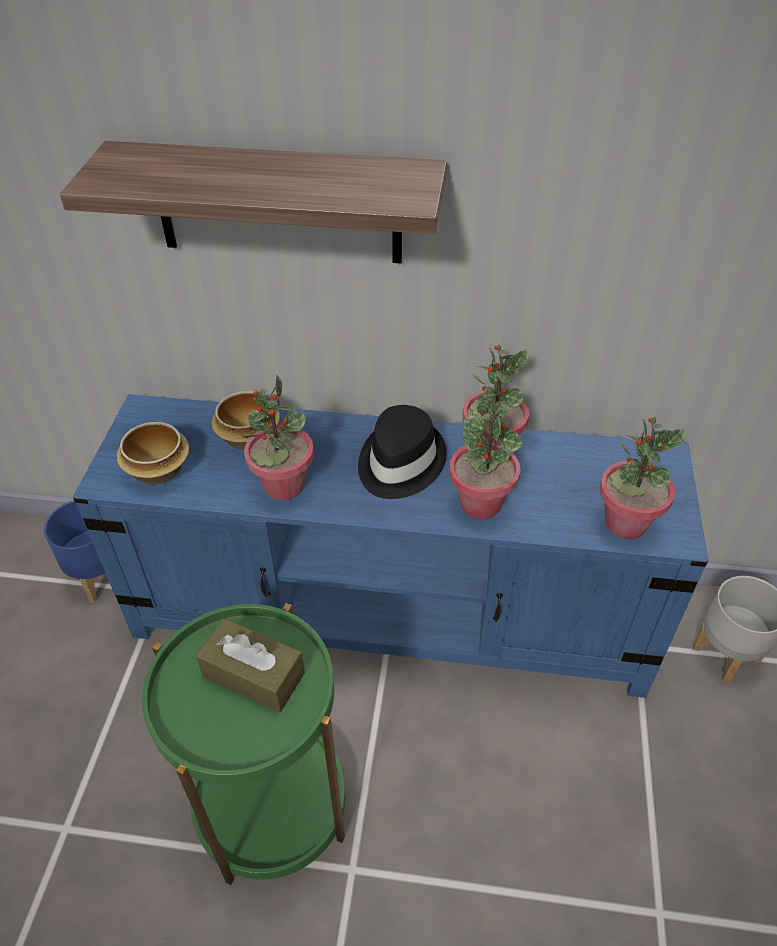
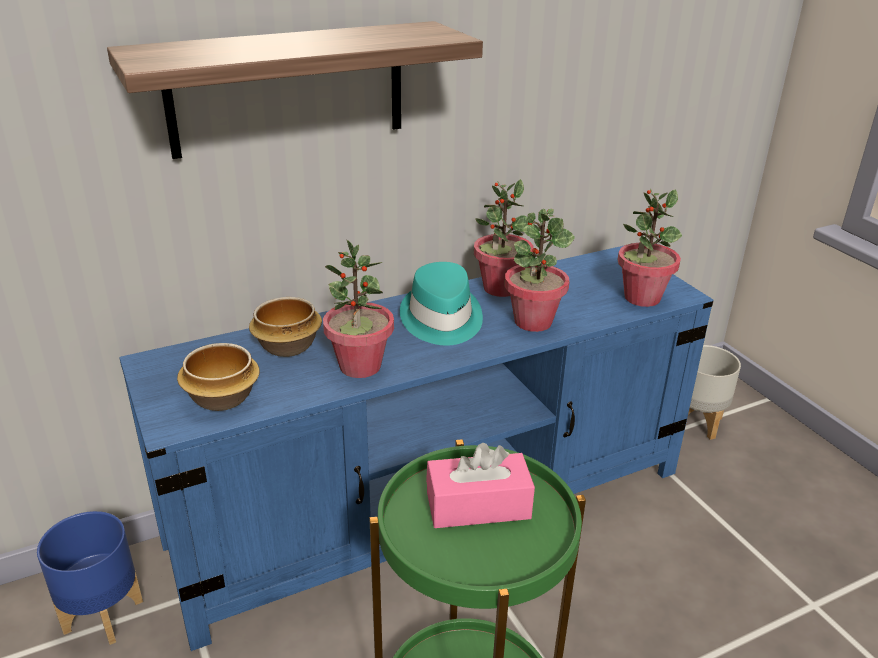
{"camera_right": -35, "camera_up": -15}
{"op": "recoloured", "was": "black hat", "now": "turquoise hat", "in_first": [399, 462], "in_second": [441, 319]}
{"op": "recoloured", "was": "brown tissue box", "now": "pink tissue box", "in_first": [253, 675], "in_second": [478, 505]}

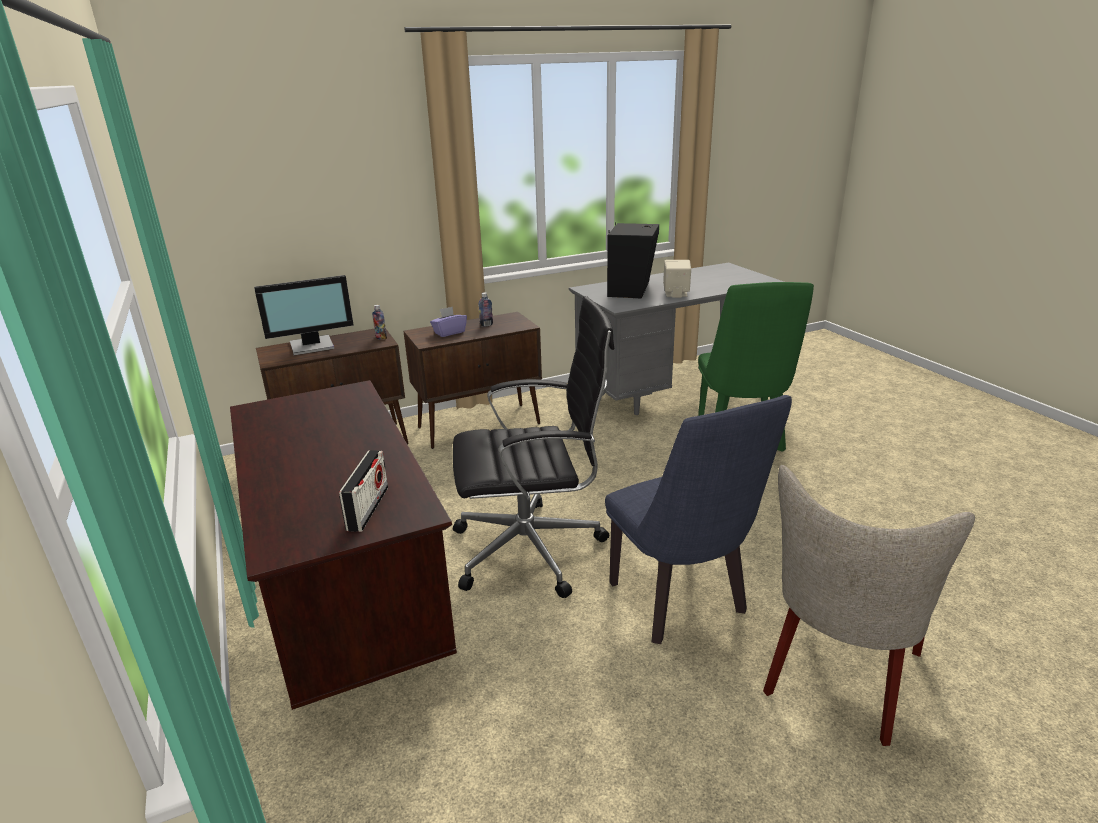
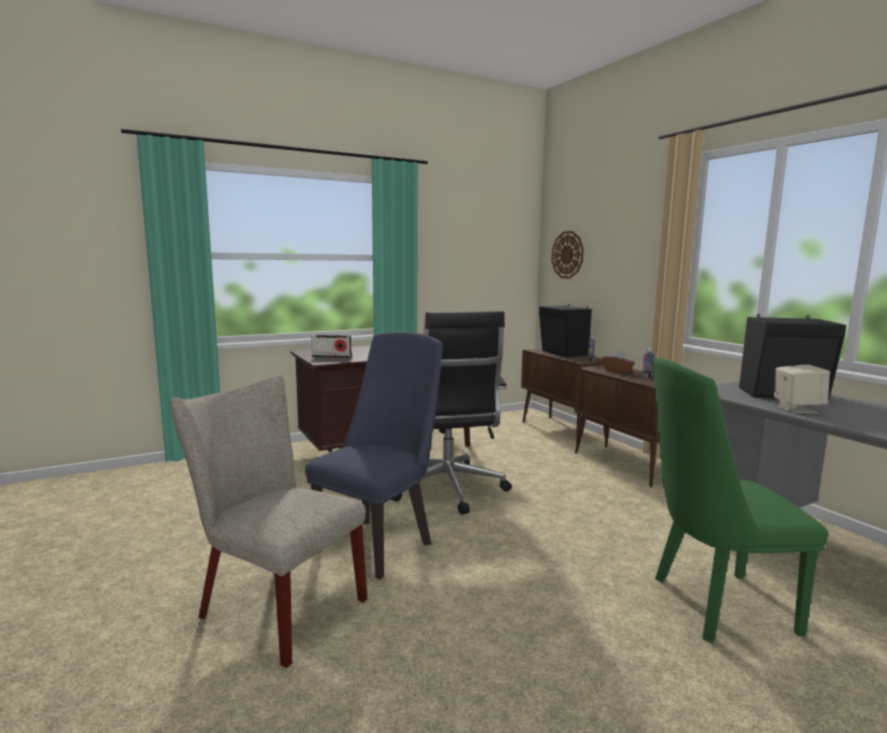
{"camera_right": 85, "camera_up": -15}
{"op": "replaced", "was": "monitor", "now": "black speaker", "in_first": [313, 346], "in_second": [563, 353]}
{"op": "recoloured", "was": "purple tissue box", "now": "brown tissue box", "in_first": [449, 332], "in_second": [617, 371]}
{"op": "turned", "was": "blue chair", "in_first": [682, 605], "in_second": [379, 543], "clockwise": 150}
{"op": "added", "now": "wall clock", "in_second": [567, 255]}

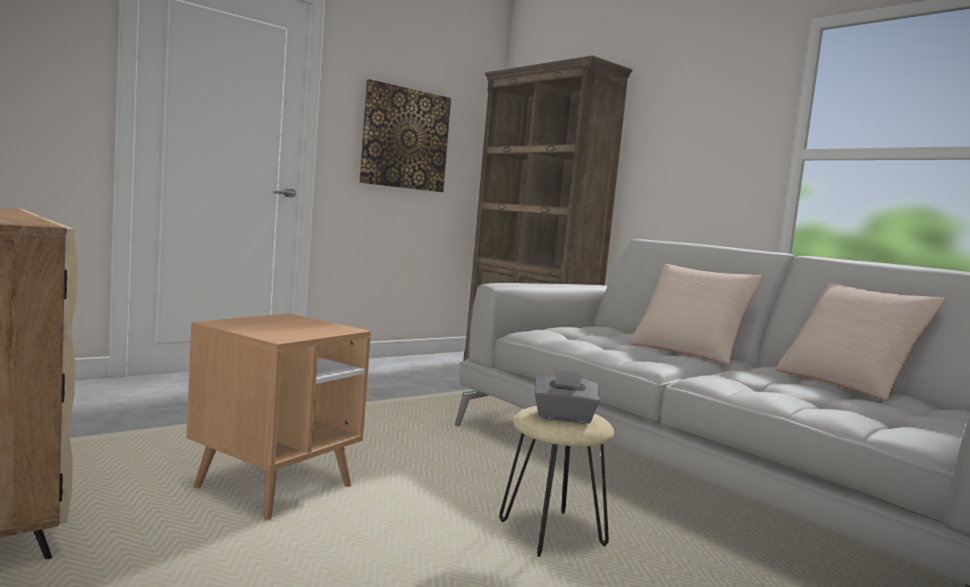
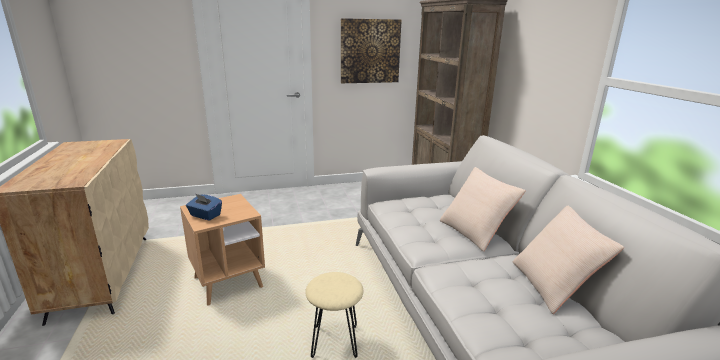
{"camera_right": 25, "camera_up": 15}
{"op": "removed", "was": "grey tissue box", "in_first": [564, 417]}
{"op": "added", "now": "blue tissue box", "in_second": [205, 215]}

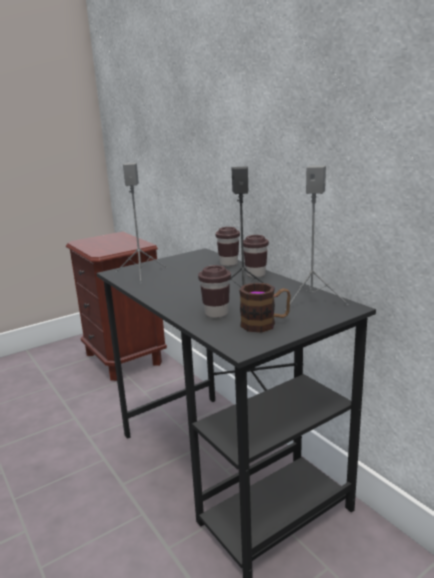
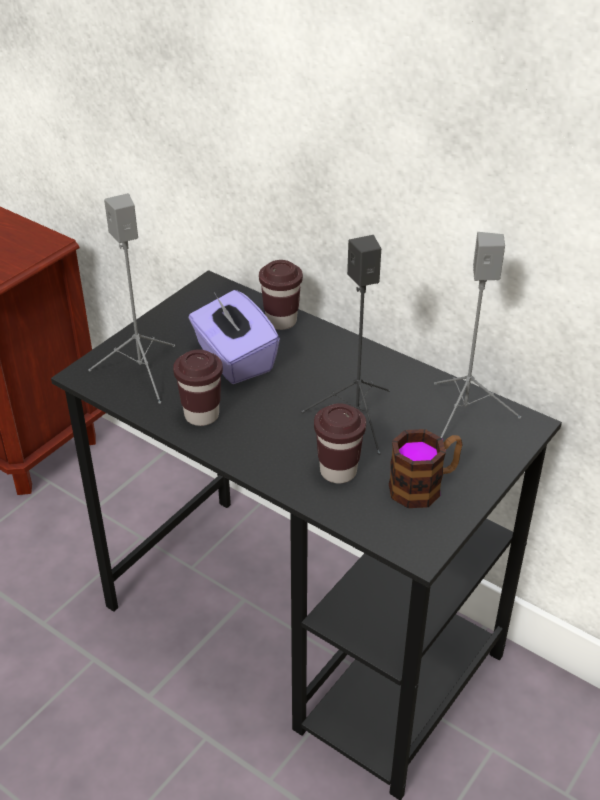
{"camera_right": -20, "camera_up": 20}
{"op": "moved", "was": "brown cup", "in_first": [255, 275], "in_second": [201, 415]}
{"op": "added", "now": "purple tissue box", "in_second": [234, 359]}

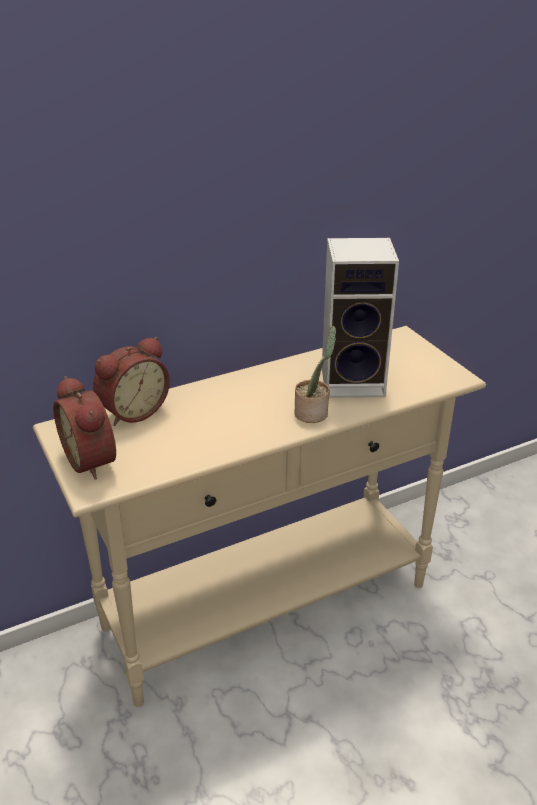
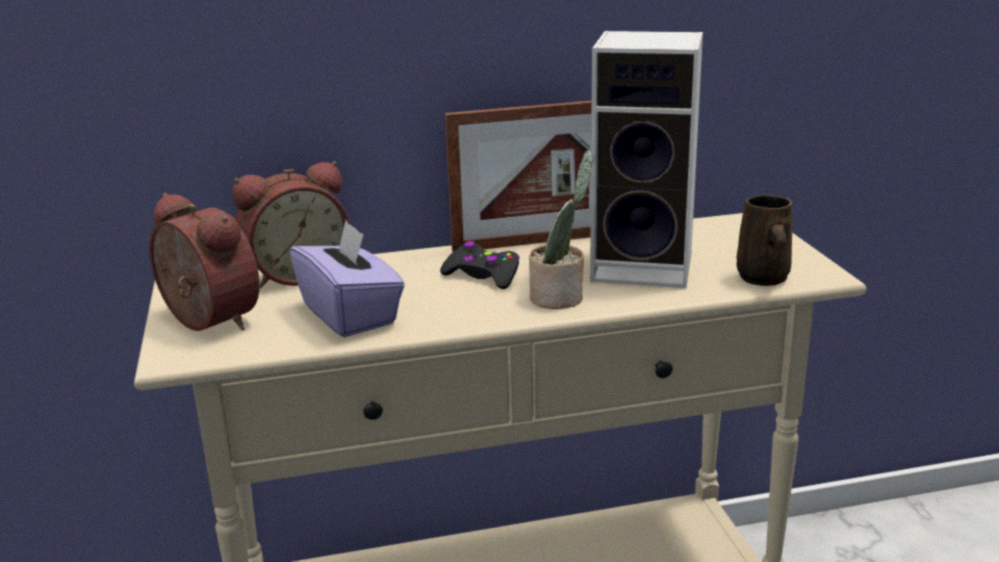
{"camera_right": 15, "camera_up": -10}
{"op": "turned", "was": "alarm clock", "in_first": [94, 460], "in_second": [205, 322], "clockwise": 150}
{"op": "added", "now": "picture frame", "in_second": [535, 242]}
{"op": "added", "now": "brown mug", "in_second": [763, 279]}
{"op": "added", "now": "purple tissue box", "in_second": [351, 314]}
{"op": "added", "now": "black game controller", "in_second": [483, 275]}

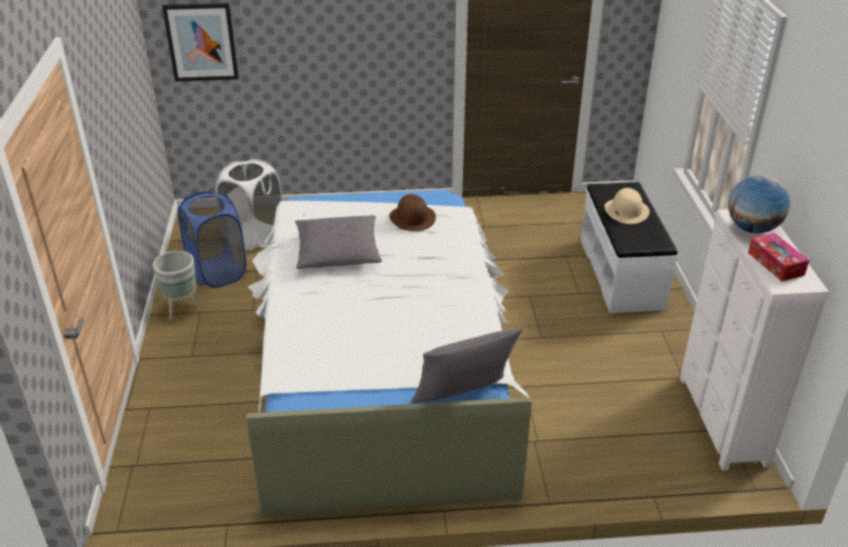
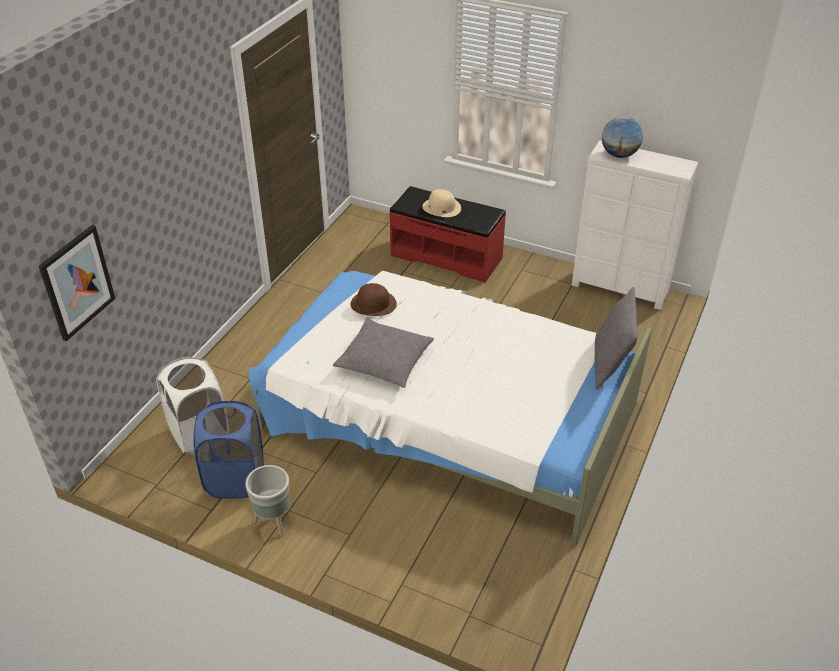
{"camera_right": -60, "camera_up": 5}
{"op": "recoloured", "was": "white bench", "now": "red bench", "in_first": [622, 273], "in_second": [446, 256]}
{"op": "removed", "was": "tissue box", "in_first": [775, 263]}

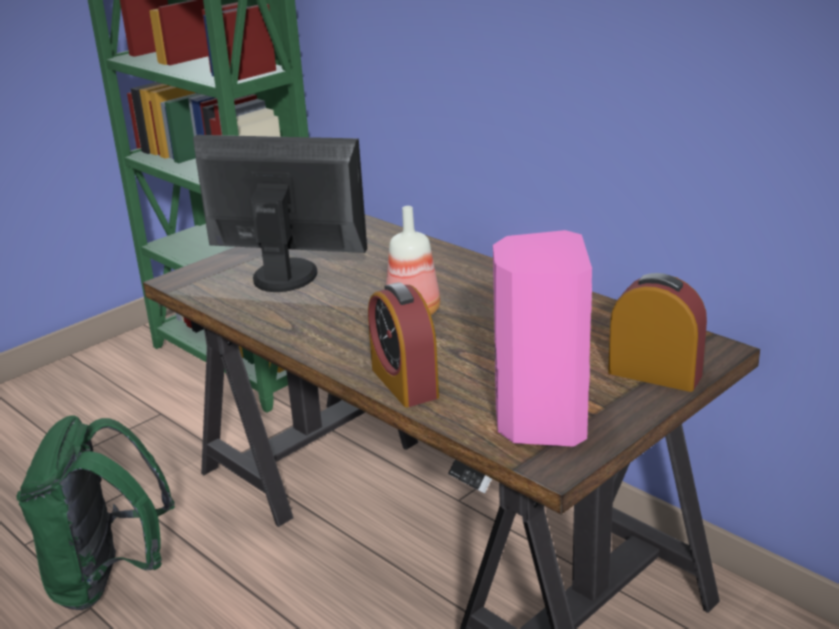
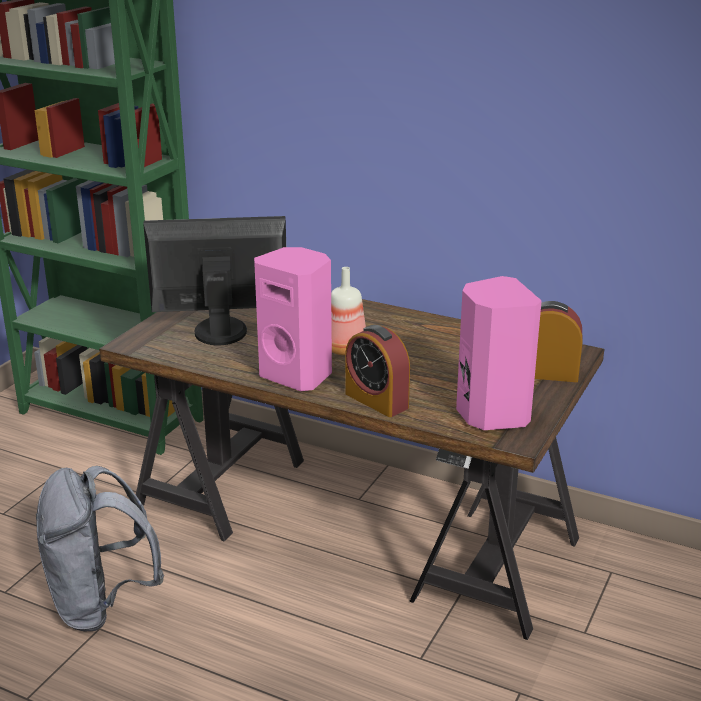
{"camera_right": -20, "camera_up": 0}
{"op": "recoloured", "was": "green backpack", "now": "grey backpack", "in_first": [108, 579], "in_second": [101, 604]}
{"op": "added", "now": "pink speaker", "in_second": [298, 375]}

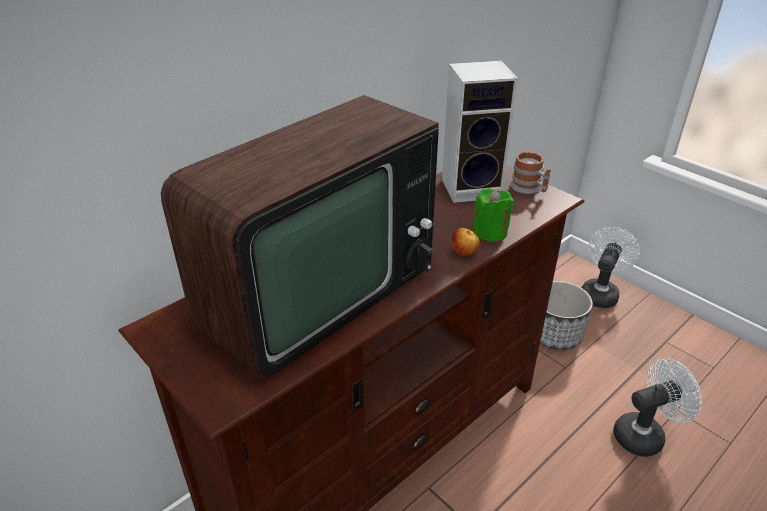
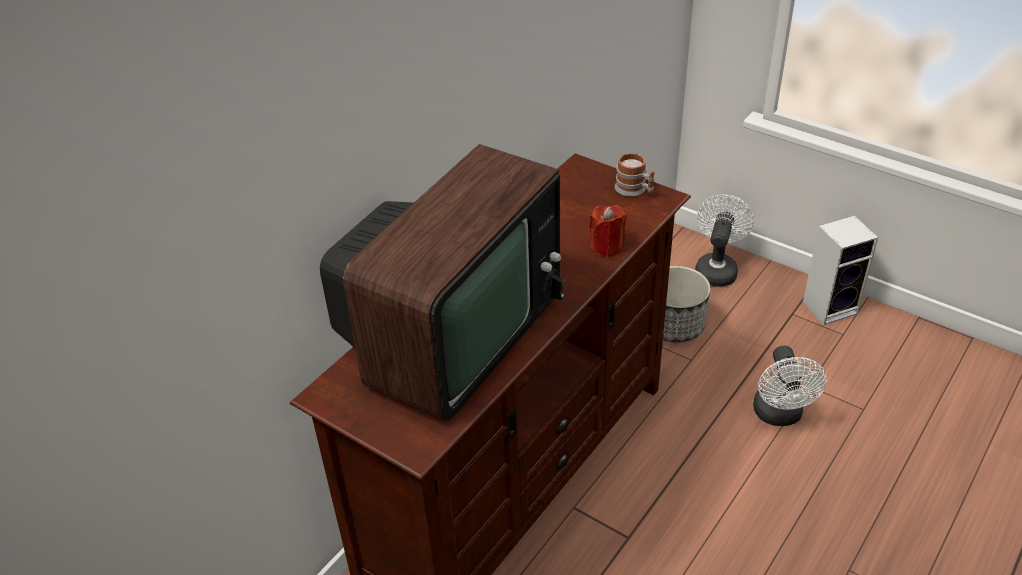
{"camera_right": -10, "camera_up": 5}
{"op": "moved", "was": "speaker", "in_first": [473, 187], "in_second": [831, 306]}
{"op": "recoloured", "was": "green candle", "now": "red candle", "in_first": [490, 232], "in_second": [607, 246]}
{"op": "removed", "was": "apple", "in_first": [464, 253]}
{"op": "turned", "was": "white fan", "in_first": [644, 434], "in_second": [779, 416], "clockwise": 120}

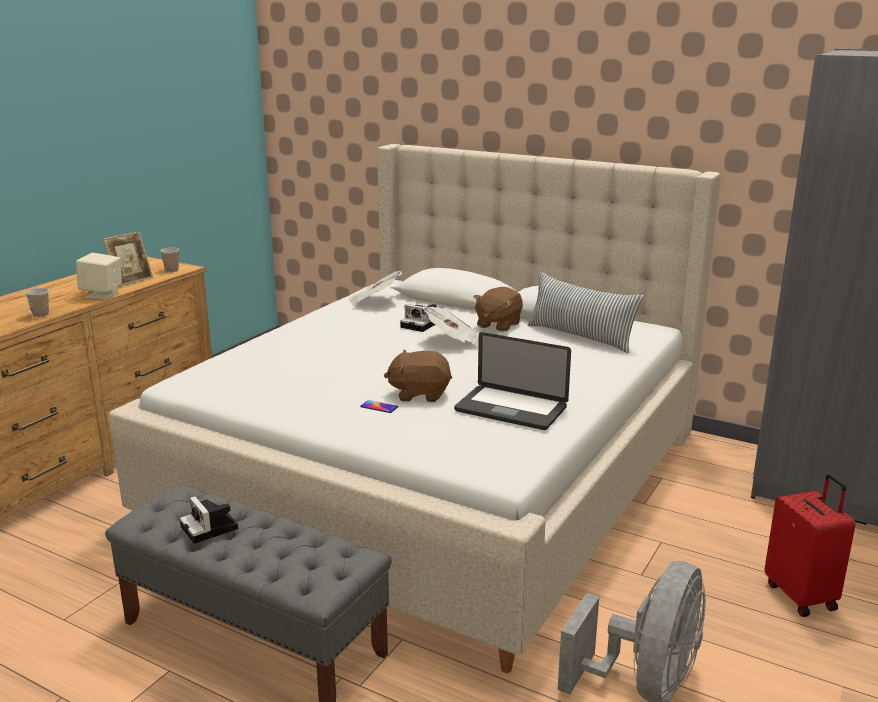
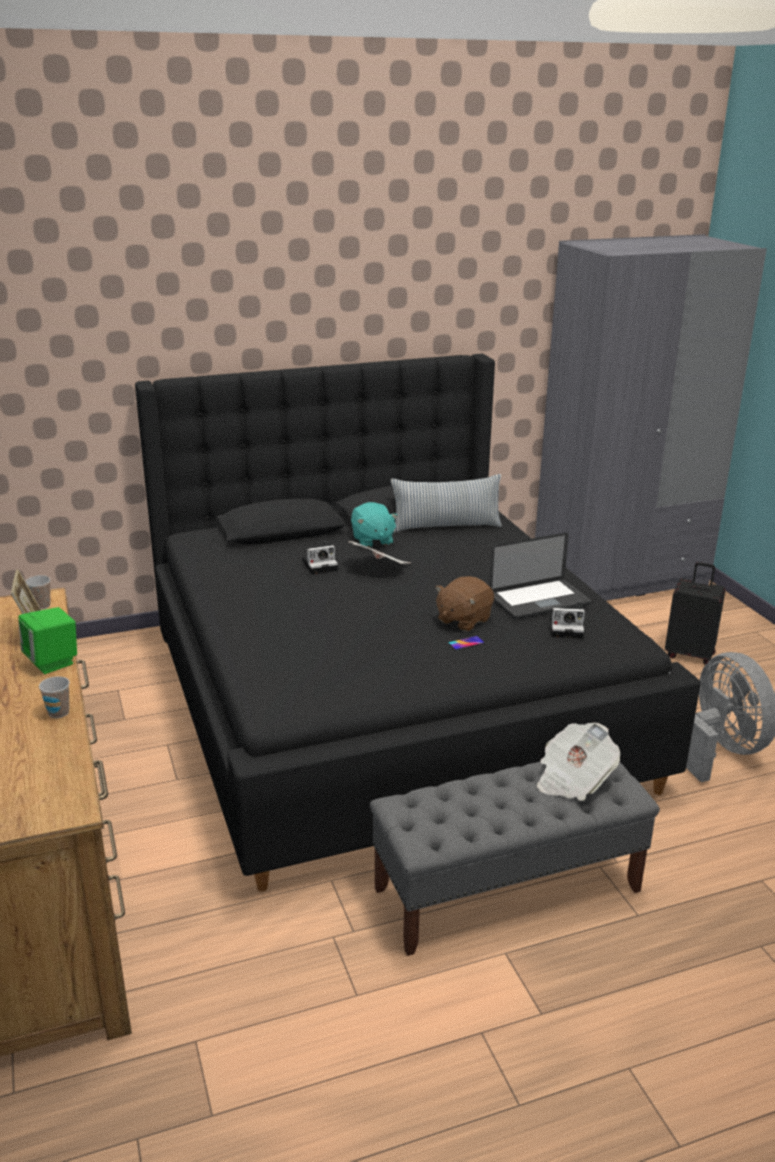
{"camera_right": -50, "camera_up": 5}
{"op": "recoloured", "was": "beige bed", "now": "black bed", "in_first": [440, 478], "in_second": [387, 702]}
{"op": "recoloured", "was": "beige speaker", "now": "green speaker", "in_first": [102, 294], "in_second": [52, 662]}
{"op": "moved", "was": "newspaper", "in_first": [374, 302], "in_second": [573, 779]}
{"op": "recoloured", "was": "brown plush toy", "now": "turquoise plush toy", "in_first": [498, 325], "in_second": [372, 540]}
{"op": "recoloured", "was": "red suitcase", "now": "black suitcase", "in_first": [802, 596], "in_second": [690, 654]}
{"op": "moved", "was": "photo camera", "in_first": [211, 528], "in_second": [568, 628]}

